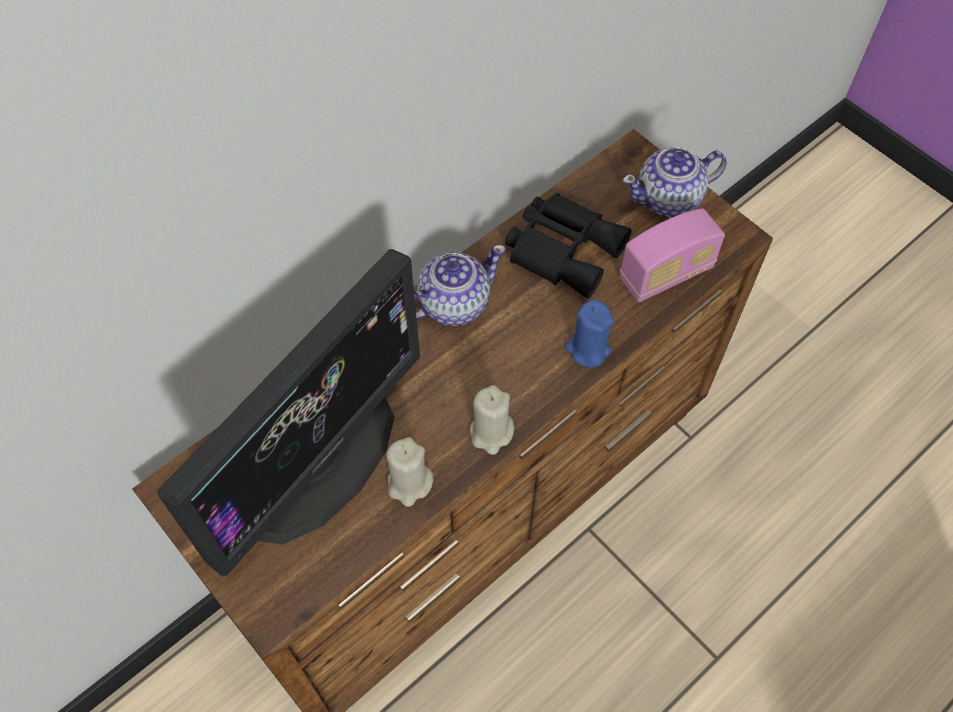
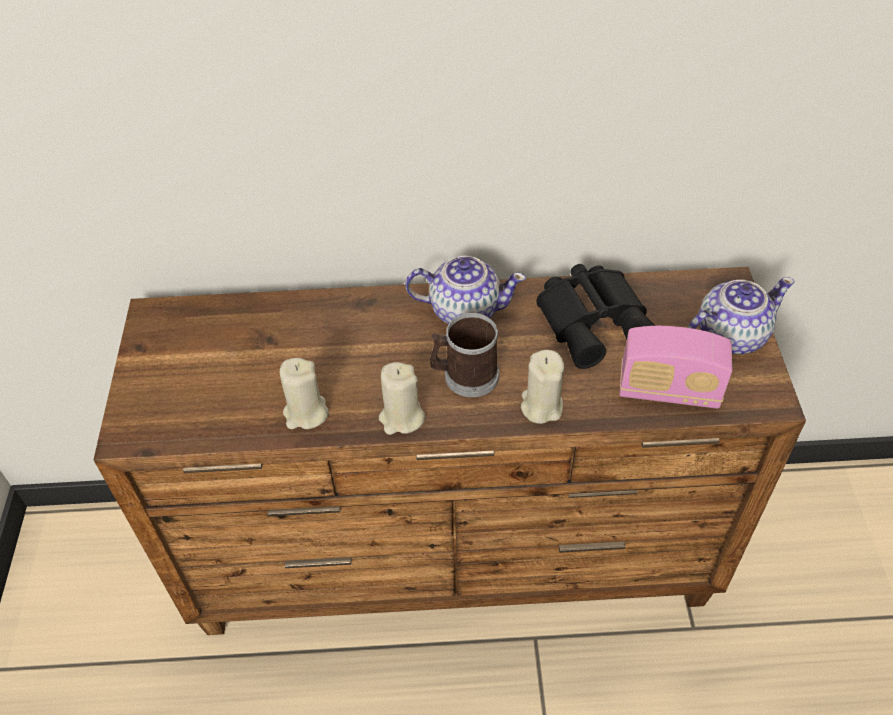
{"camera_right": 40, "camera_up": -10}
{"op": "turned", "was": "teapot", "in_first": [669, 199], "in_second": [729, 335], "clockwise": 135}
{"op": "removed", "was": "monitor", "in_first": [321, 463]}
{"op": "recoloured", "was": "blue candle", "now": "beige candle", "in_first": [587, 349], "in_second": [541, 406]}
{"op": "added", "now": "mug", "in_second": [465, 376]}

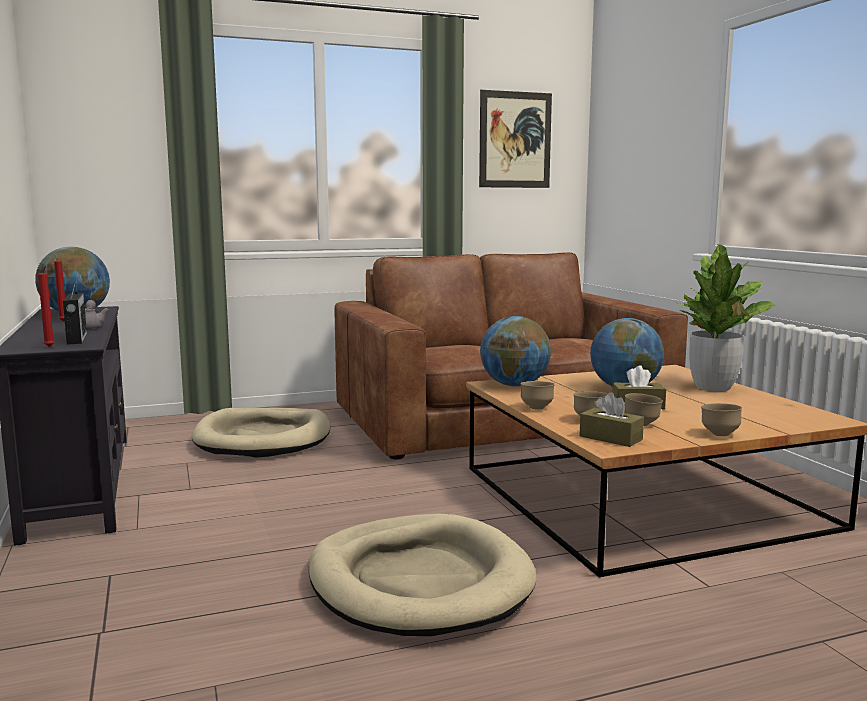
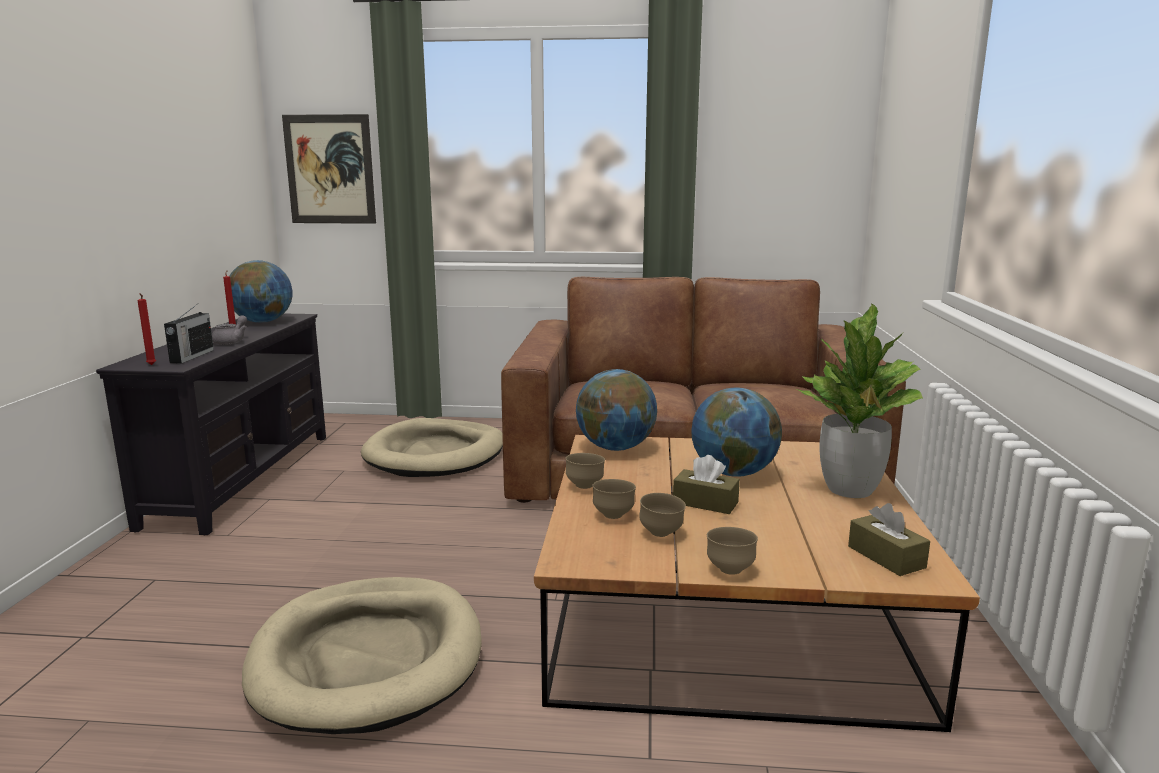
{"camera_right": 25, "camera_up": 5}
{"op": "moved", "was": "picture", "in_first": [515, 140], "in_second": [330, 169]}
{"op": "moved", "was": "brown tissue box", "in_first": [610, 438], "in_second": [886, 557]}

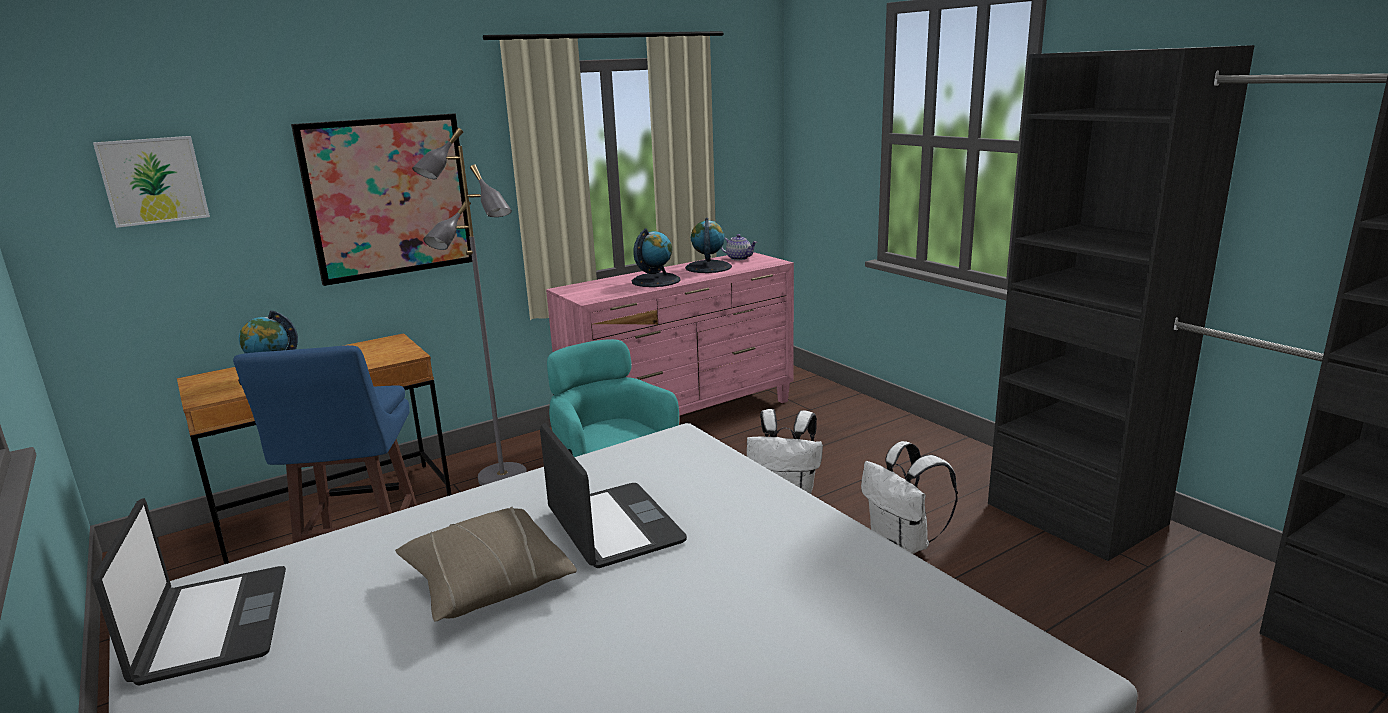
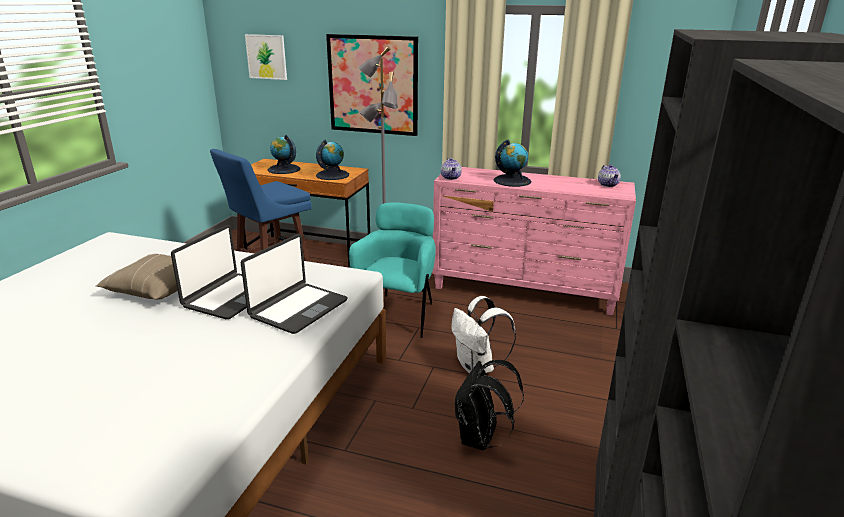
{"camera_right": 50, "camera_up": 5}
{"op": "moved", "was": "globe", "in_first": [708, 267], "in_second": [332, 175]}
{"op": "recoloured", "was": "white backpack", "now": "black backpack", "in_first": [903, 545], "in_second": [480, 439]}
{"op": "moved", "was": "laptop", "in_first": [212, 626], "in_second": [298, 308]}
{"op": "added", "now": "teapot", "in_second": [451, 178]}

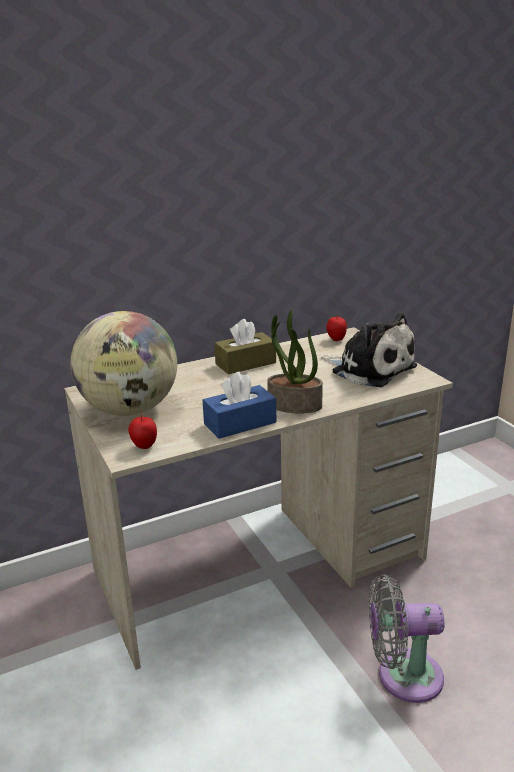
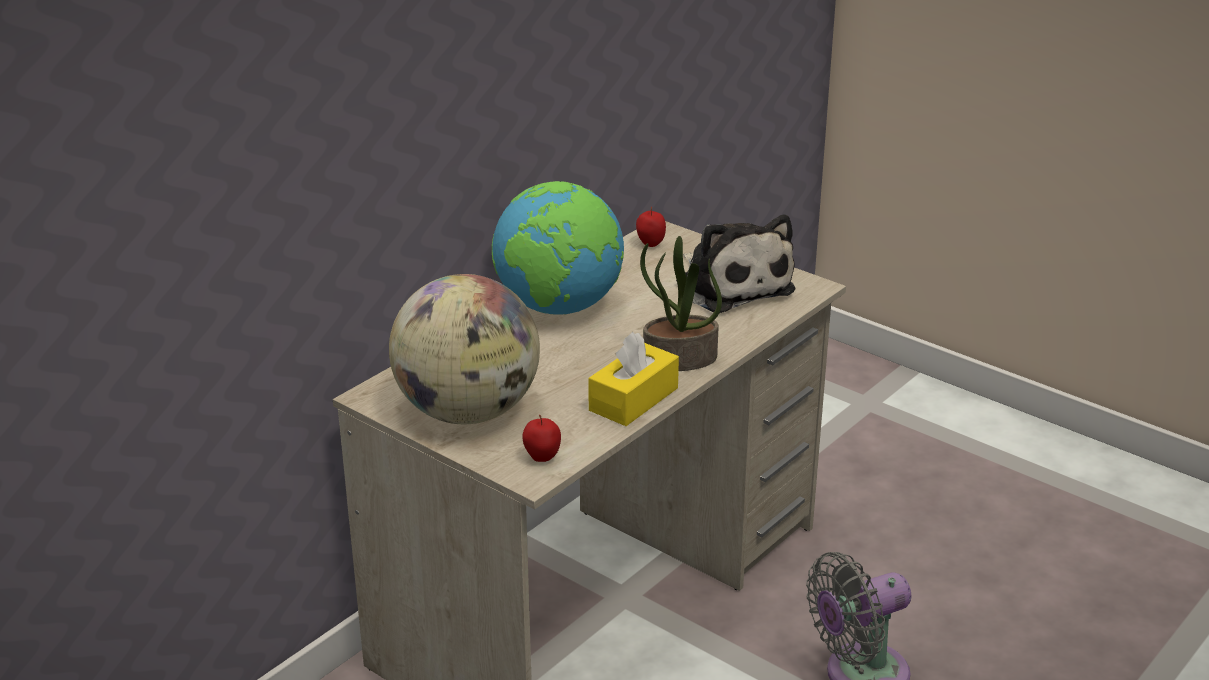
{"camera_right": -25, "camera_up": 5}
{"op": "turned", "was": "plush toy", "in_first": [370, 369], "in_second": [731, 285], "clockwise": 45}
{"op": "replaced", "was": "brown tissue box", "now": "globe", "in_first": [245, 363], "in_second": [559, 307]}
{"op": "recoloured", "was": "blue tissue box", "now": "yellow tissue box", "in_first": [240, 423], "in_second": [633, 399]}

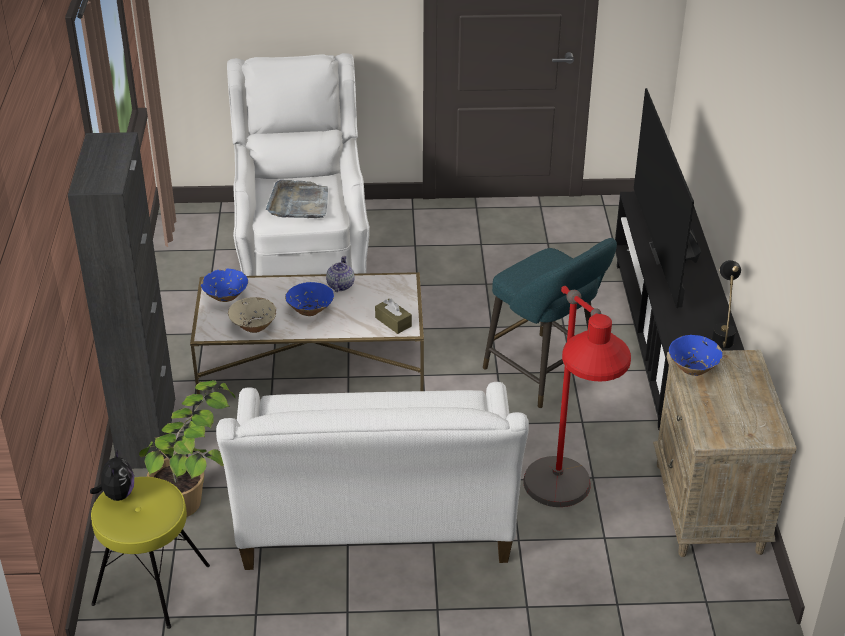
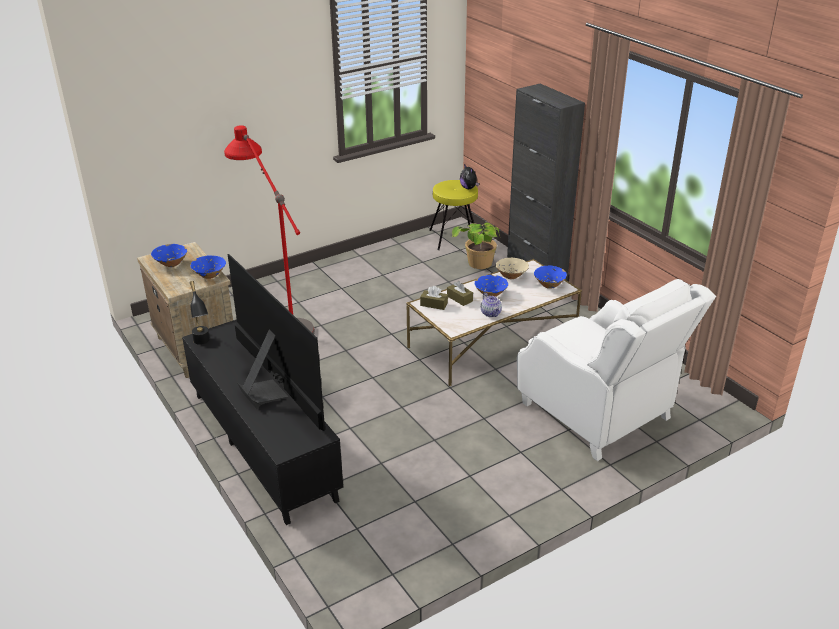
{"camera_right": 150, "camera_up": -5}
{"op": "removed", "was": "grey tray", "in_first": [299, 203]}
{"op": "removed", "was": "turquoise stool", "in_first": [545, 374]}
{"op": "removed", "was": "white sofa", "in_first": [376, 528]}
{"op": "added", "now": "blue bowl", "in_second": [171, 263]}
{"op": "added", "now": "brown tissue box", "in_second": [459, 298]}

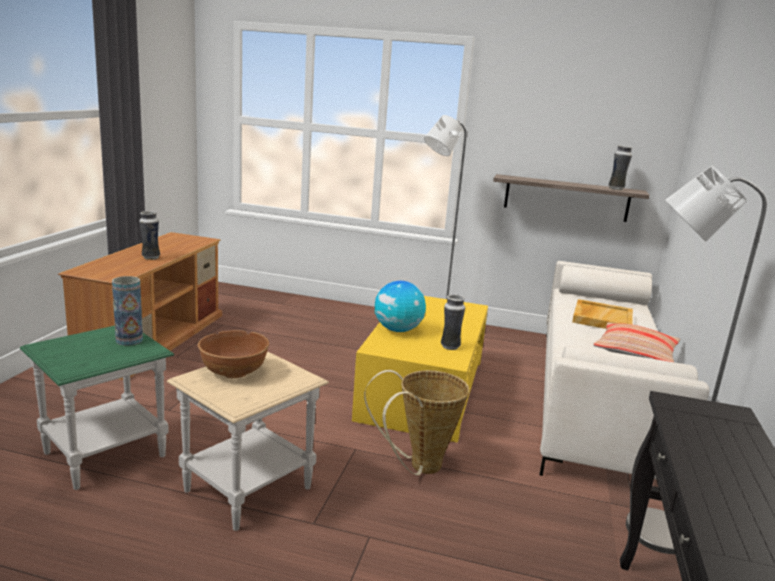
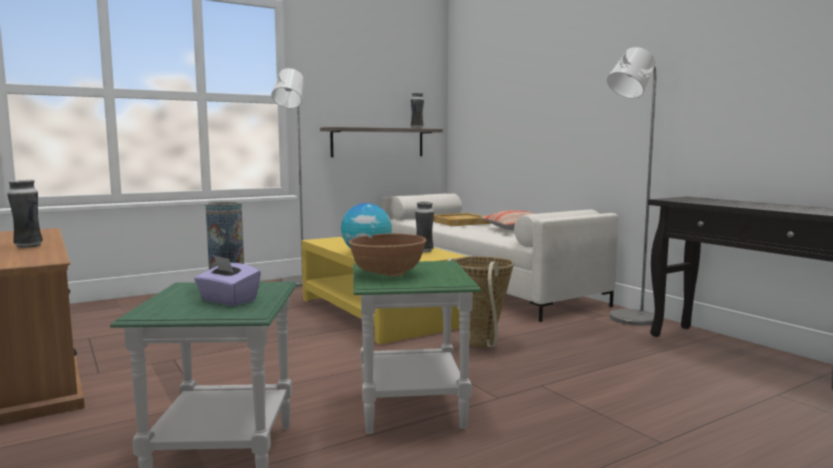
{"camera_right": -45, "camera_up": -10}
{"op": "recoloured", "was": "beige side table", "now": "green side table", "in_first": [249, 488], "in_second": [411, 406]}
{"op": "added", "now": "purple tissue box", "in_second": [228, 300]}

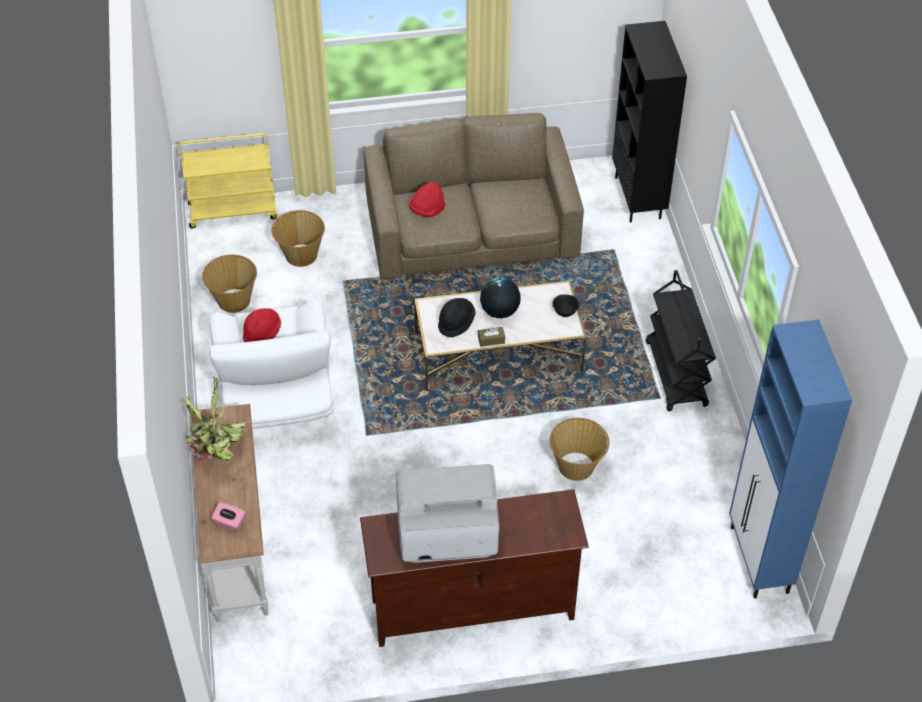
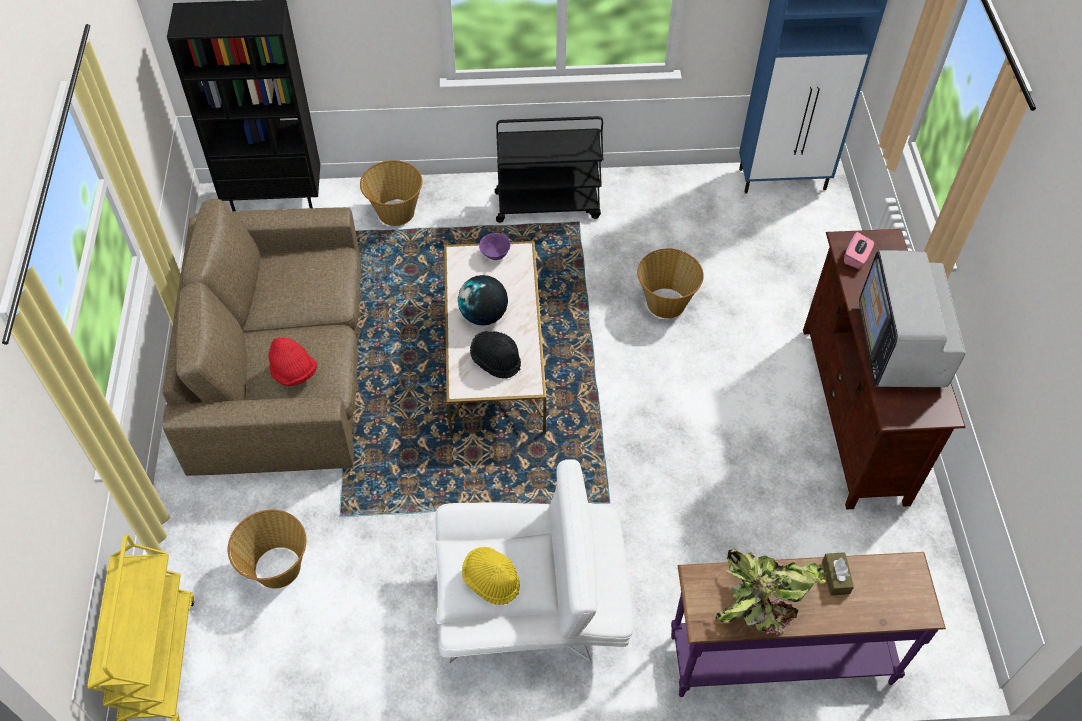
{"camera_right": -85, "camera_up": 5}
{"op": "moved", "was": "basket", "in_first": [233, 300], "in_second": [395, 212]}
{"op": "recoloured", "was": "black bowl", "now": "purple bowl", "in_first": [565, 312], "in_second": [495, 255]}
{"op": "recoloured", "was": "red hat", "now": "yellow hat", "in_first": [262, 333], "in_second": [491, 580]}
{"op": "moved", "was": "brown tissue box", "in_first": [491, 340], "in_second": [835, 577]}
{"op": "recoloured", "was": "white console table", "now": "purple console table", "in_first": [238, 547], "in_second": [780, 657]}
{"op": "moved", "was": "pink tissue box", "in_first": [229, 522], "in_second": [856, 258]}

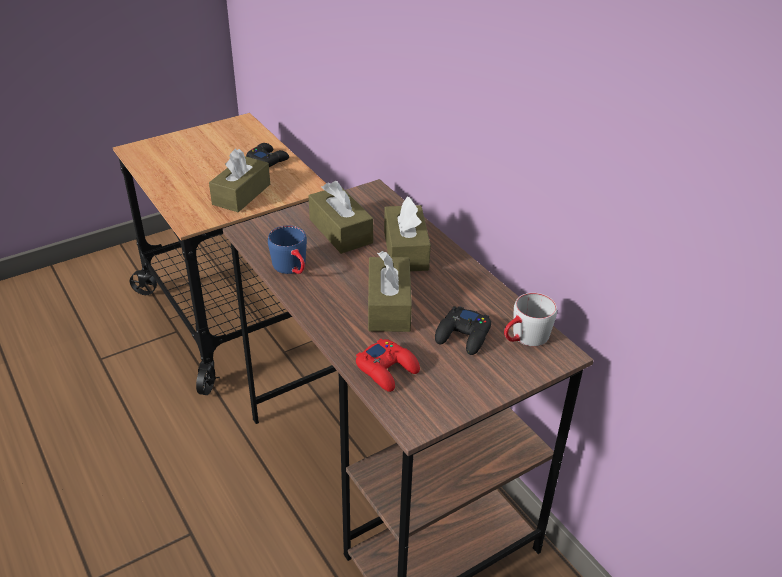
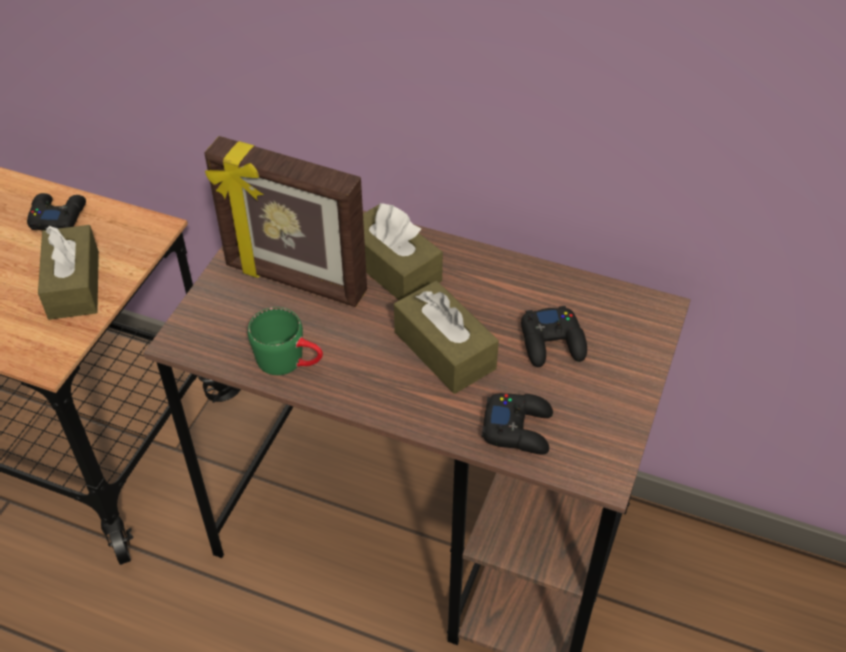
{"camera_right": -35, "camera_up": 10}
{"op": "replaced", "was": "brown tissue box", "now": "picture frame", "in_first": [340, 231], "in_second": [294, 280]}
{"op": "recoloured", "was": "blue mug", "now": "green mug", "in_first": [293, 268], "in_second": [290, 361]}
{"op": "removed", "was": "grey mug", "in_first": [524, 338]}
{"op": "recoloured", "was": "red game controller", "now": "black game controller", "in_first": [387, 369], "in_second": [518, 428]}

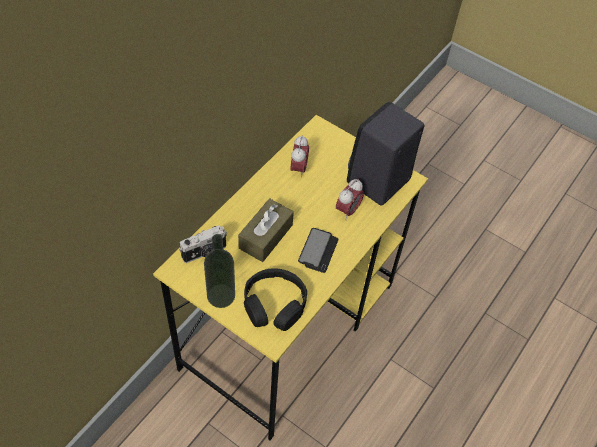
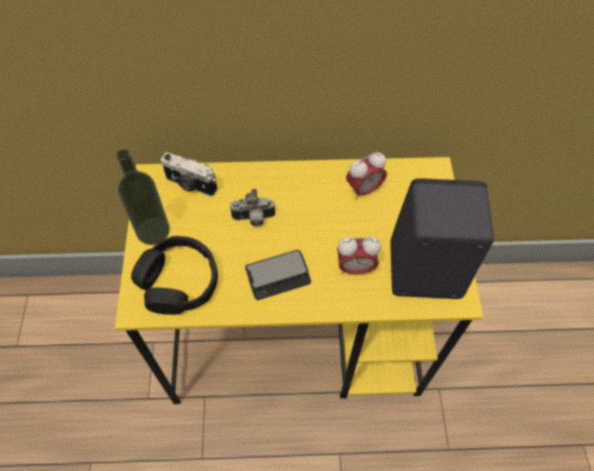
{"camera_right": 55, "camera_up": 5}
{"op": "replaced", "was": "brown tissue box", "now": "photo camera", "in_first": [265, 236], "in_second": [253, 219]}

